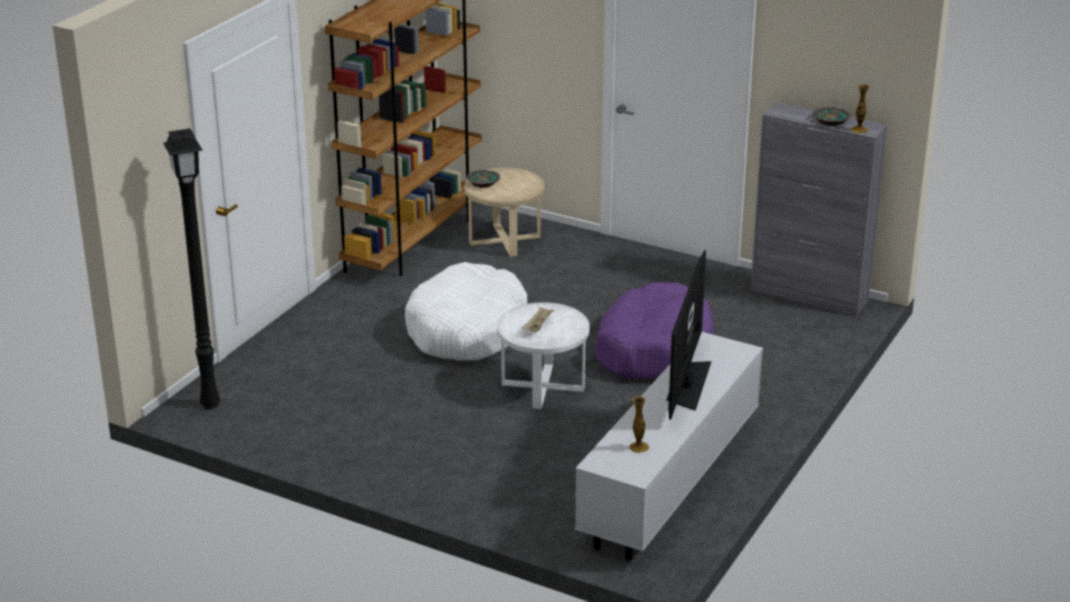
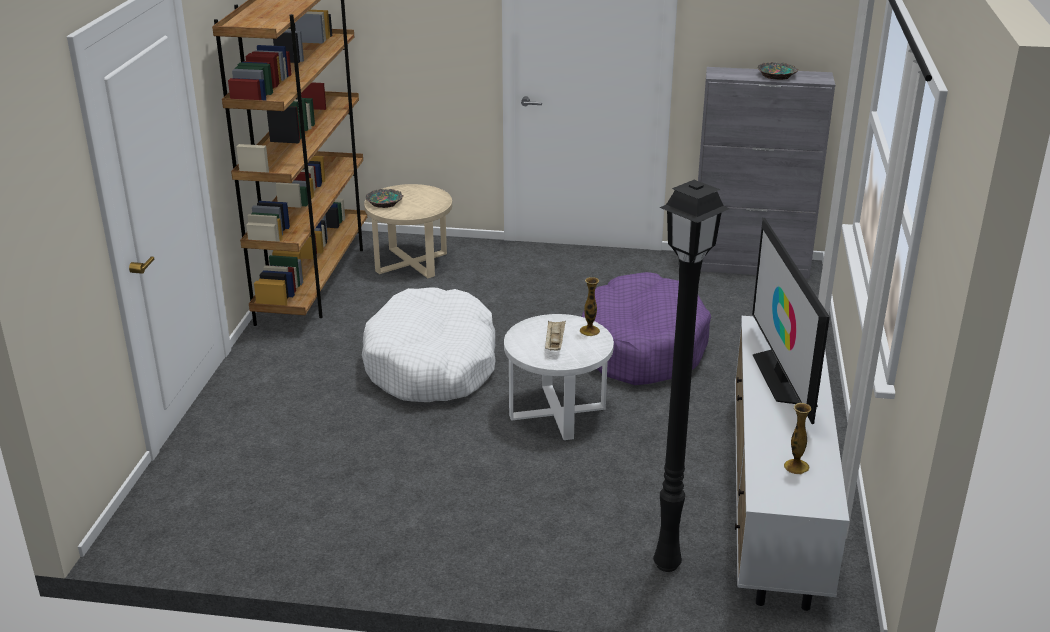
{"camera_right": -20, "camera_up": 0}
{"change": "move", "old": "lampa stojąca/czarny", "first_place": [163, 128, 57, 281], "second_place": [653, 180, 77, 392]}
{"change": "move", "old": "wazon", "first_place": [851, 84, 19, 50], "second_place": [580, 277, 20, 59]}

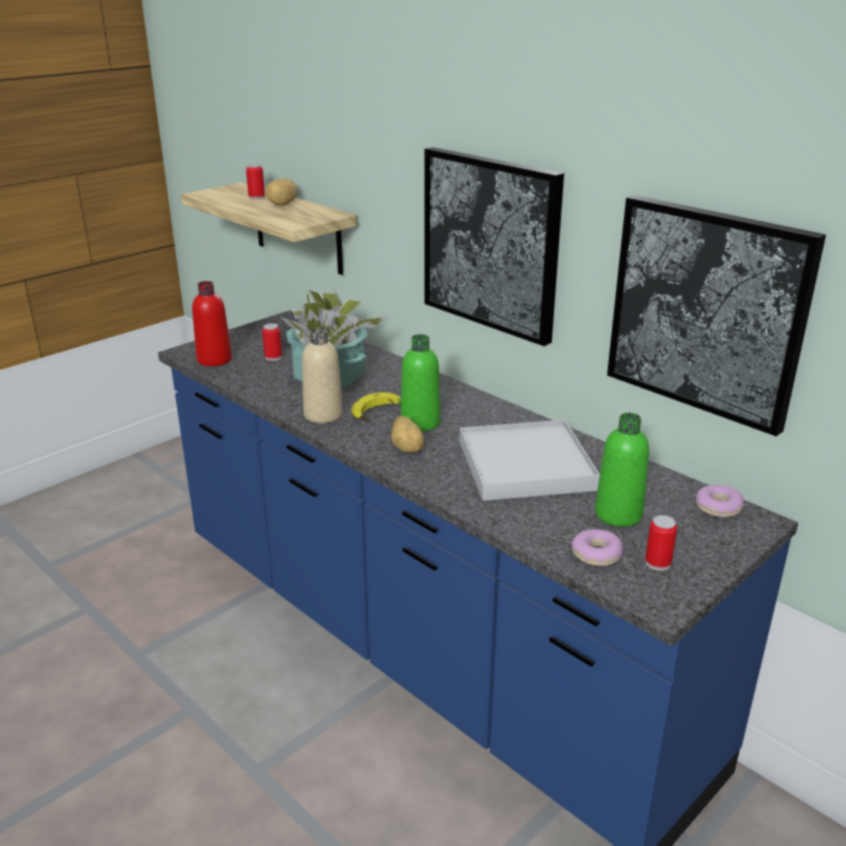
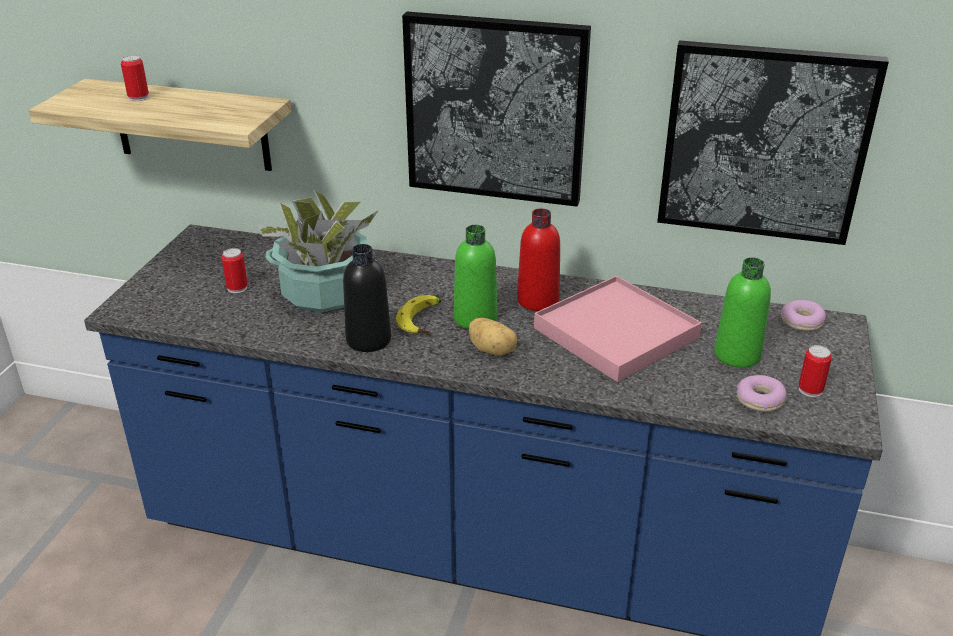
{"camera_right": -30, "camera_up": 5}
{"change": "move", "old": "butelka/czerwony", "first_place": [192, 281, 40, 85], "second_place": [517, 208, 43, 103]}
{"change": "delete", "old": "ziemniak", "first_place": [266, 179, 31, 27]}
{"change": "recolor", "old": "butelka/beżowy", "new": "butelka/czarny", "first_place": [302, 328, 41, 95], "second_place": [343, 244, 48, 108]}
{"change": "recolor", "old": "taca/biały", "new": "taca/różowy", "first_place": [460, 420, 140, 81], "second_place": [534, 276, 168, 106]}

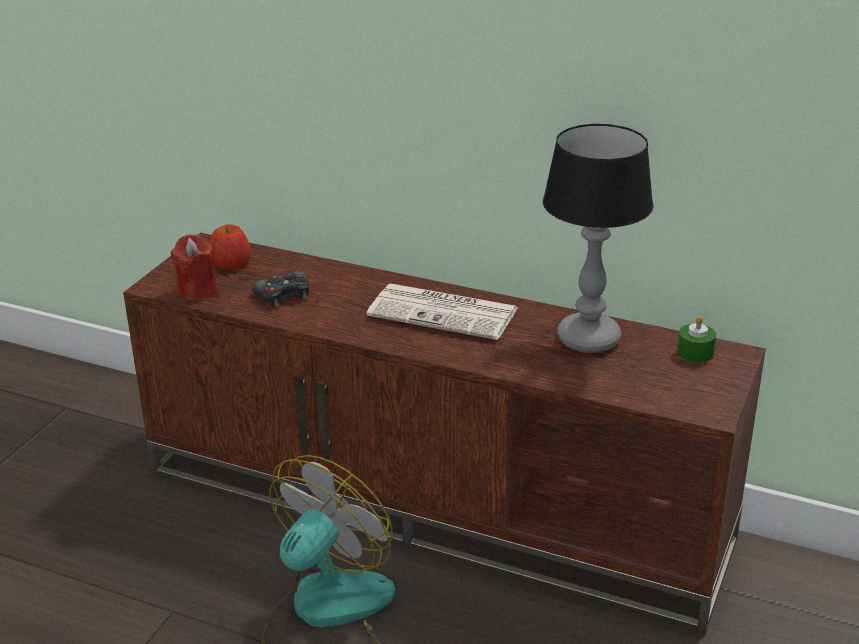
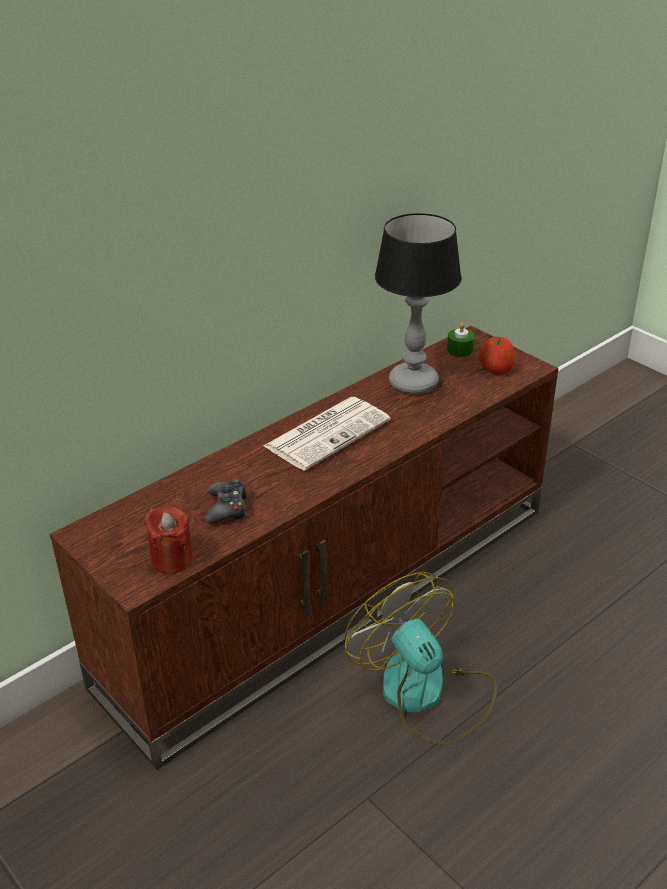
{"camera_right": -65, "camera_up": 5}
{"change": "move", "old": "jabłko", "first_place": [209, 224, 42, 45], "second_place": [479, 337, 36, 38]}

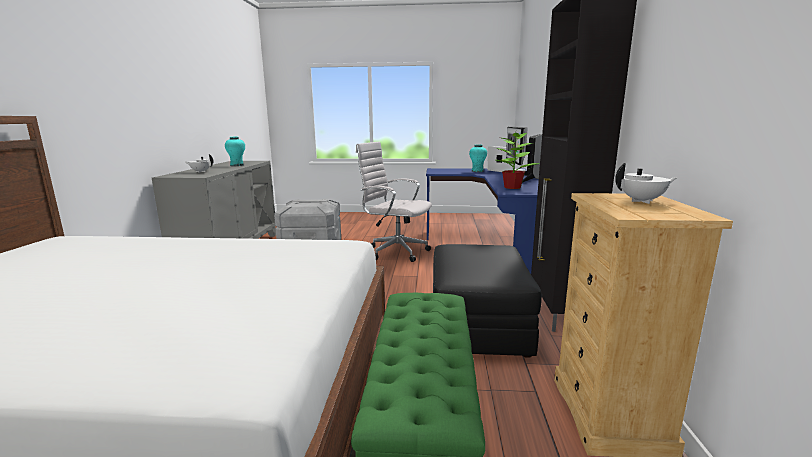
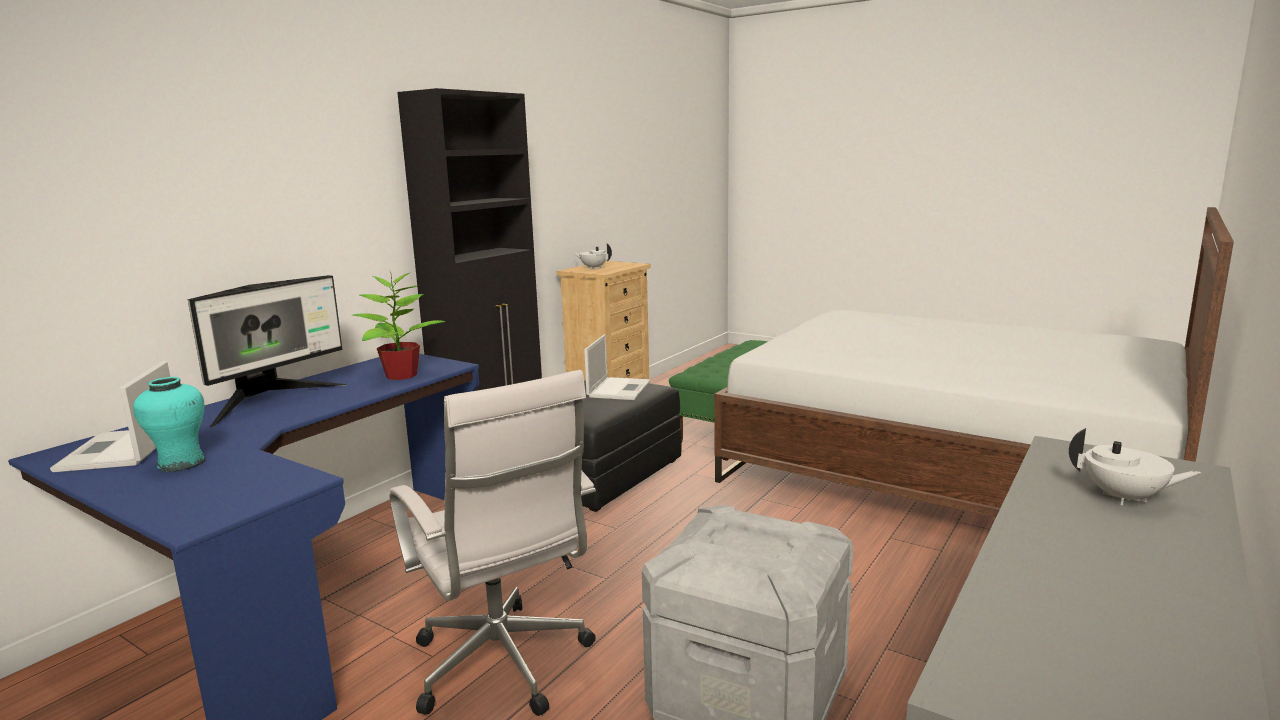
{"camera_right": -150, "camera_up": 0}
{"change": "delete", "old": "wazon/turkusowy", "first_place": [225, 137, 20, 29]}
{"change": "insert", "new": "laptop", "second_place": [584, 334, 66, 66]}

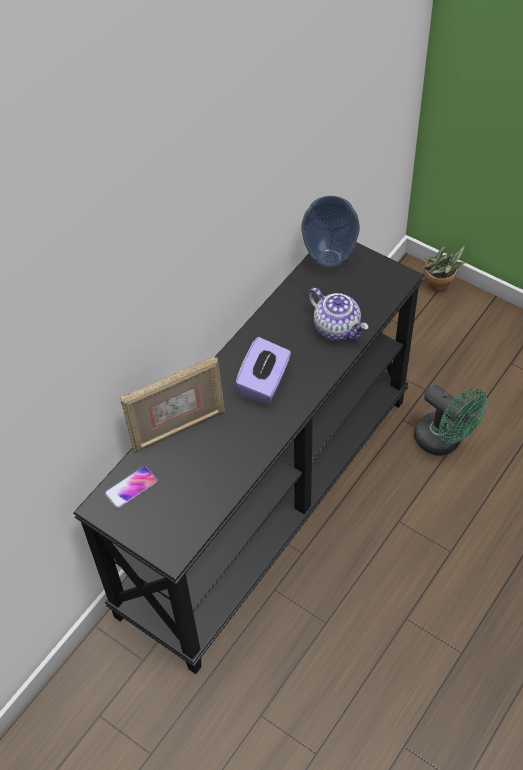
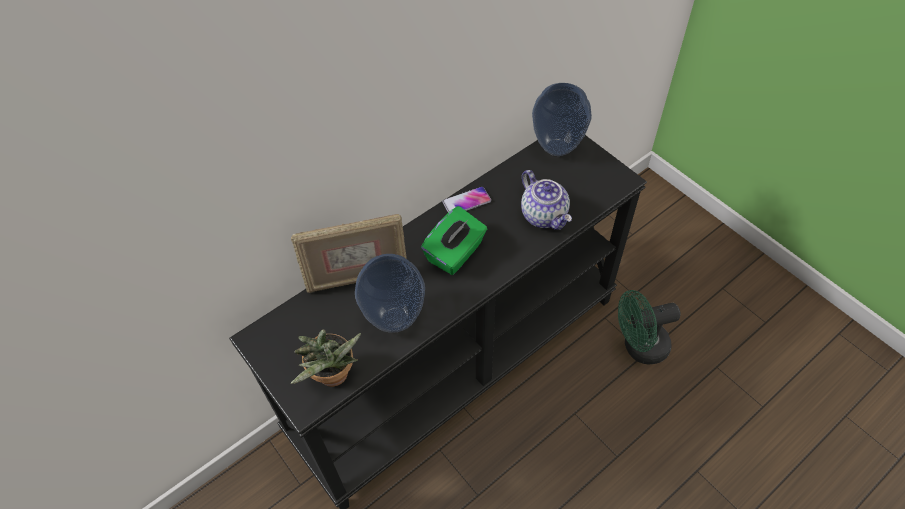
{"camera_right": 15, "camera_up": 0}
{"change": "move", "old": "telefon", "first_place": [104, 466, 54, 43], "second_place": [442, 186, 49, 27]}
{"change": "recolor", "old": "pudełko chusteczek/fioletowy", "new": "pudełko chusteczek/zielony", "first_place": [235, 337, 56, 67], "second_place": [421, 206, 66, 69]}
{"change": "rotate", "old": "wentylator/zielony", "first_place": [414, 385, 73, 71], "second_place": [618, 290, 63, 74], "degrees": 105}
{"change": "move", "old": "roślina doniczkowa", "first_place": [423, 245, 43, 46], "second_place": [291, 329, 70, 58]}
{"change": "insert", "new": "wazon", "second_place": [355, 254, 70, 79]}

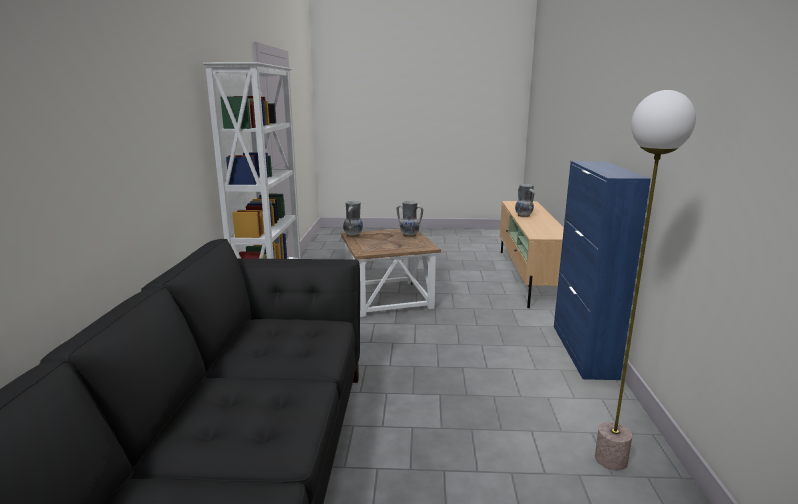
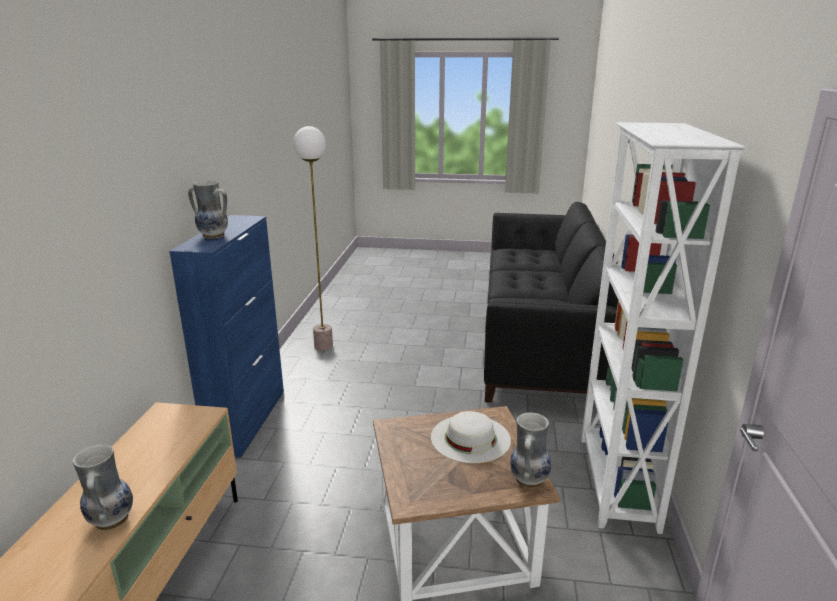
{"camera_right": -175, "camera_up": 5}
{"change": "move", "old": "wazon", "first_place": [397, 201, 26, 36], "second_place": [188, 181, 40, 58]}
{"change": "insert", "new": "kapelusz/biały", "second_place": [431, 411, 80, 52]}

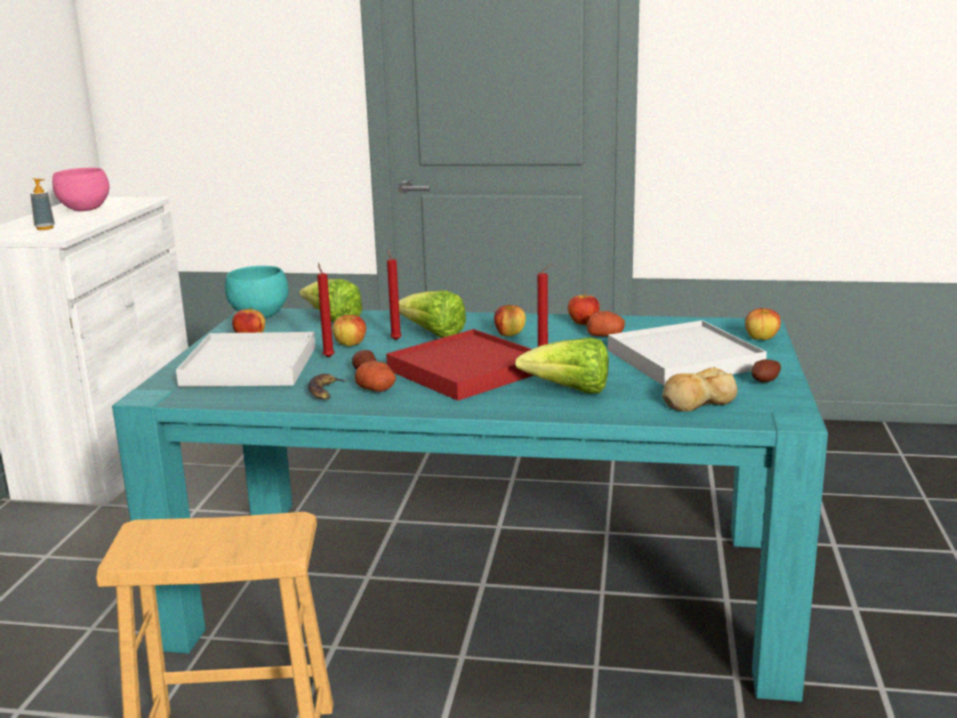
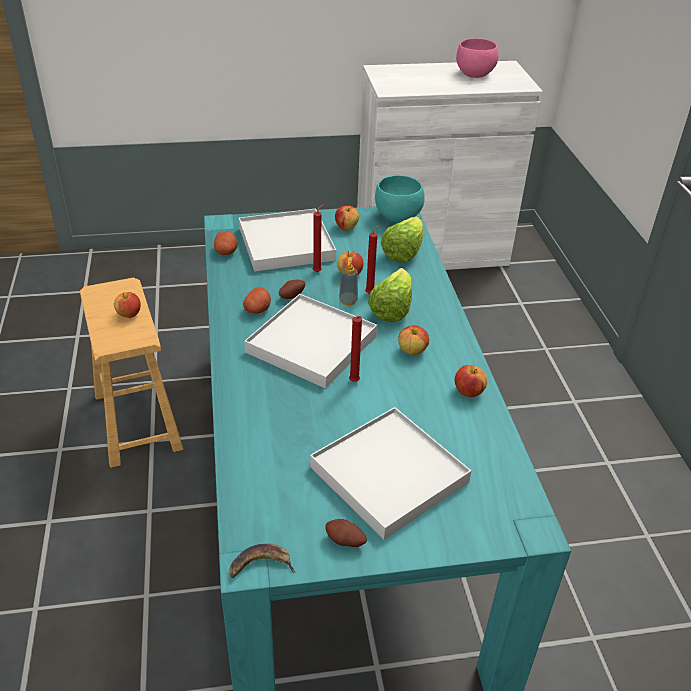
{"camera_right": 70, "camera_up": 20}
{"change": "move", "old": "dozownik mydła", "first_place": [30, 178, 25, 52], "second_place": [339, 257, 19, 48]}
{"change": "move", "old": "banan", "first_place": [308, 374, 40, 25], "second_place": [229, 544, 67, 34]}
{"change": "recolor", "old": "taca/czerwony", "new": "taca/biały", "first_place": [386, 329, 148, 72], "second_place": [244, 294, 133, 95]}
{"change": "delete", "old": "sałata", "first_place": [515, 337, 94, 57]}
{"change": "move", "old": "ziemniak", "first_place": [587, 311, 38, 26], "second_place": [214, 231, 24, 24]}
{"change": "delete", "old": "chleb", "first_place": [662, 367, 75, 45]}
{"change": "move", "old": "jabłko", "first_place": [745, 308, 36, 32], "second_place": [114, 292, 27, 26]}

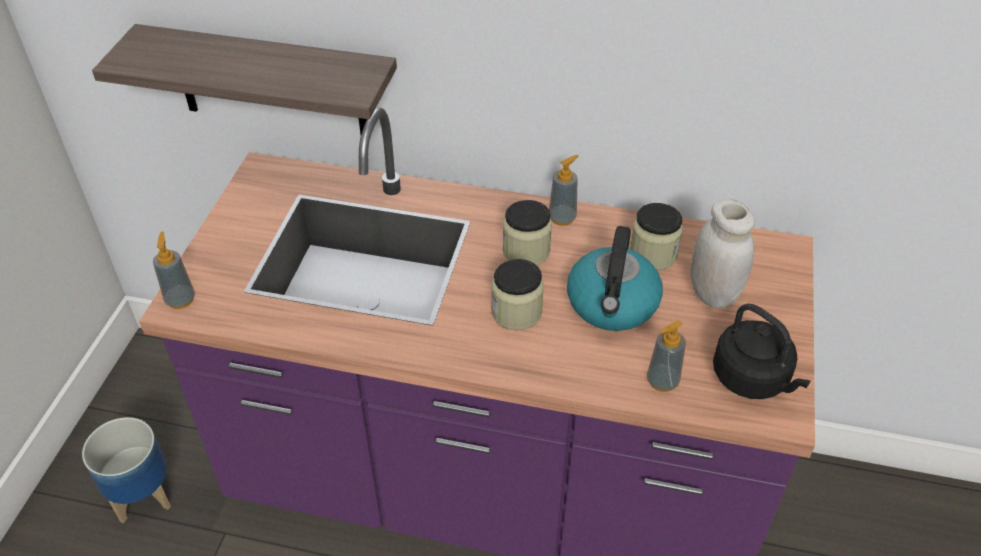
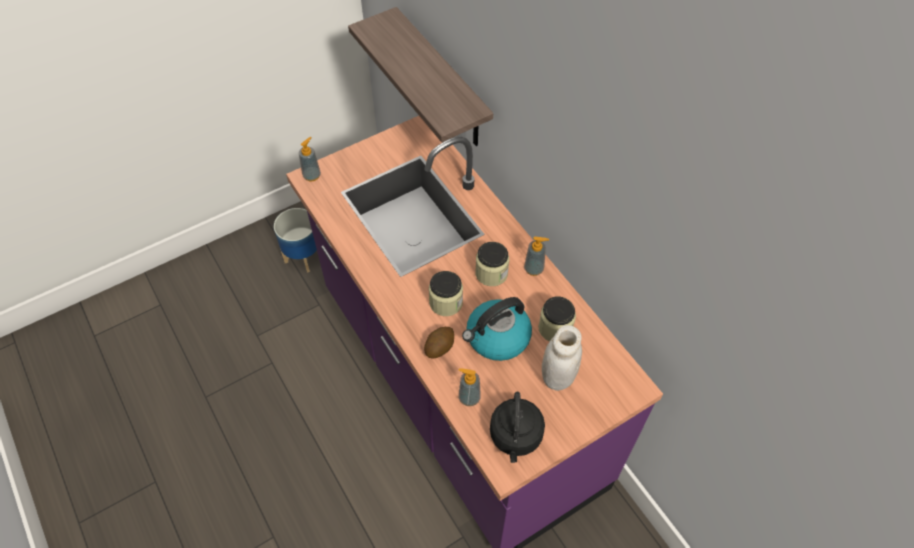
{"camera_right": 45, "camera_up": 10}
{"change": "insert", "new": "ziemniak", "second_place": [424, 327, 30, 32]}

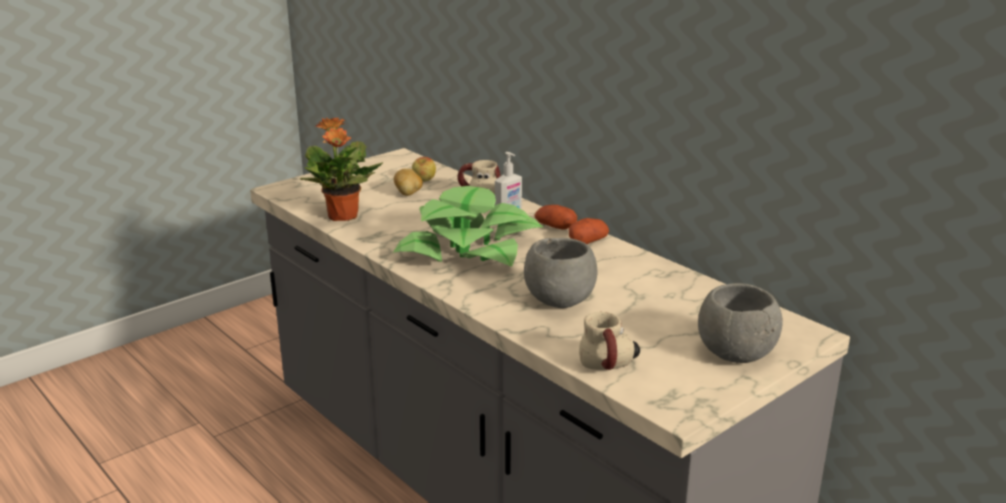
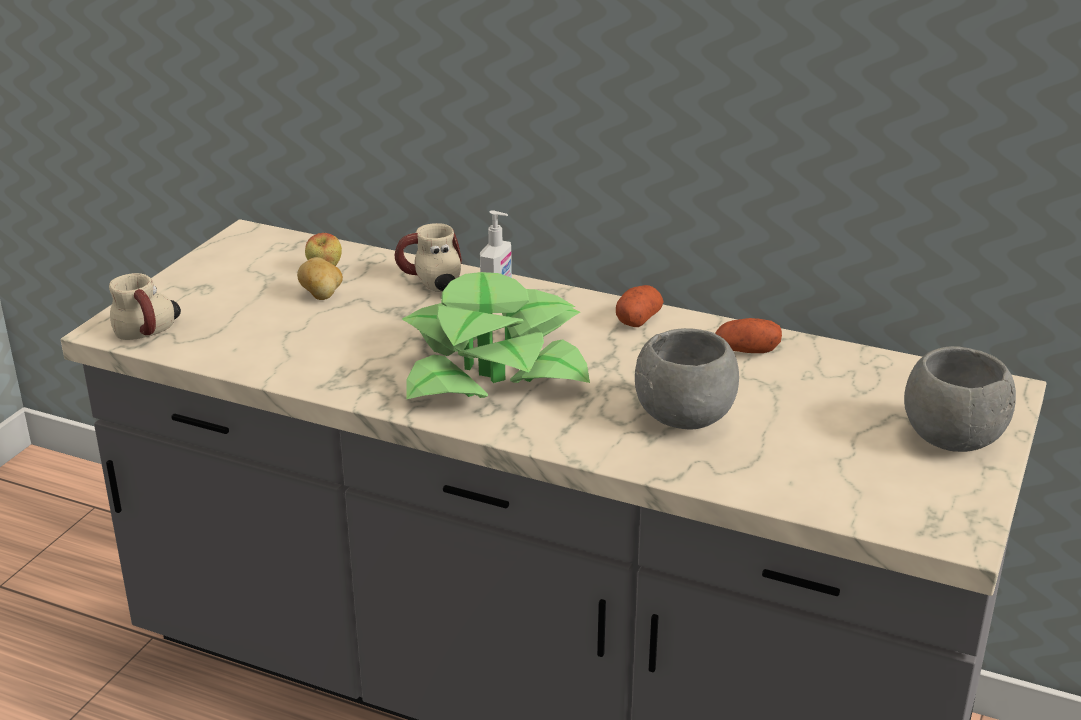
{"camera_right": -25, "camera_up": 5}
{"change": "delete", "old": "roślina doniczkowa", "first_place": [300, 118, 83, 103]}
{"change": "move", "old": "ziemniak", "first_place": [535, 205, 42, 25], "second_place": [715, 318, 67, 35]}
{"change": "move", "old": "kubek", "first_place": [579, 312, 61, 58], "second_place": [109, 273, 72, 67]}

